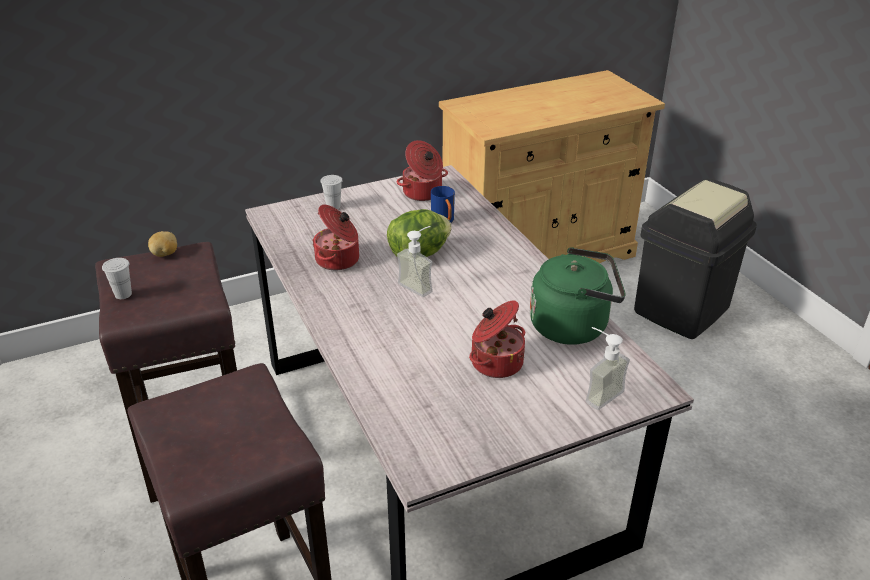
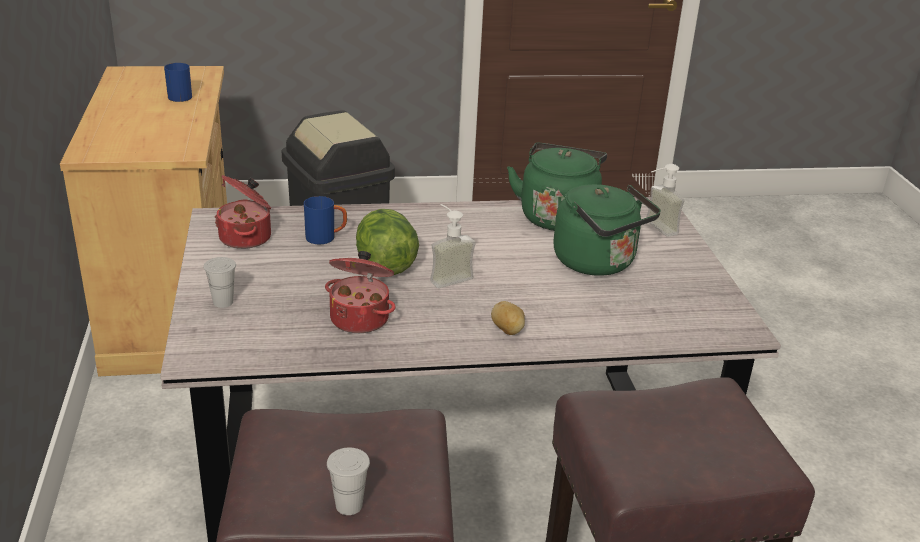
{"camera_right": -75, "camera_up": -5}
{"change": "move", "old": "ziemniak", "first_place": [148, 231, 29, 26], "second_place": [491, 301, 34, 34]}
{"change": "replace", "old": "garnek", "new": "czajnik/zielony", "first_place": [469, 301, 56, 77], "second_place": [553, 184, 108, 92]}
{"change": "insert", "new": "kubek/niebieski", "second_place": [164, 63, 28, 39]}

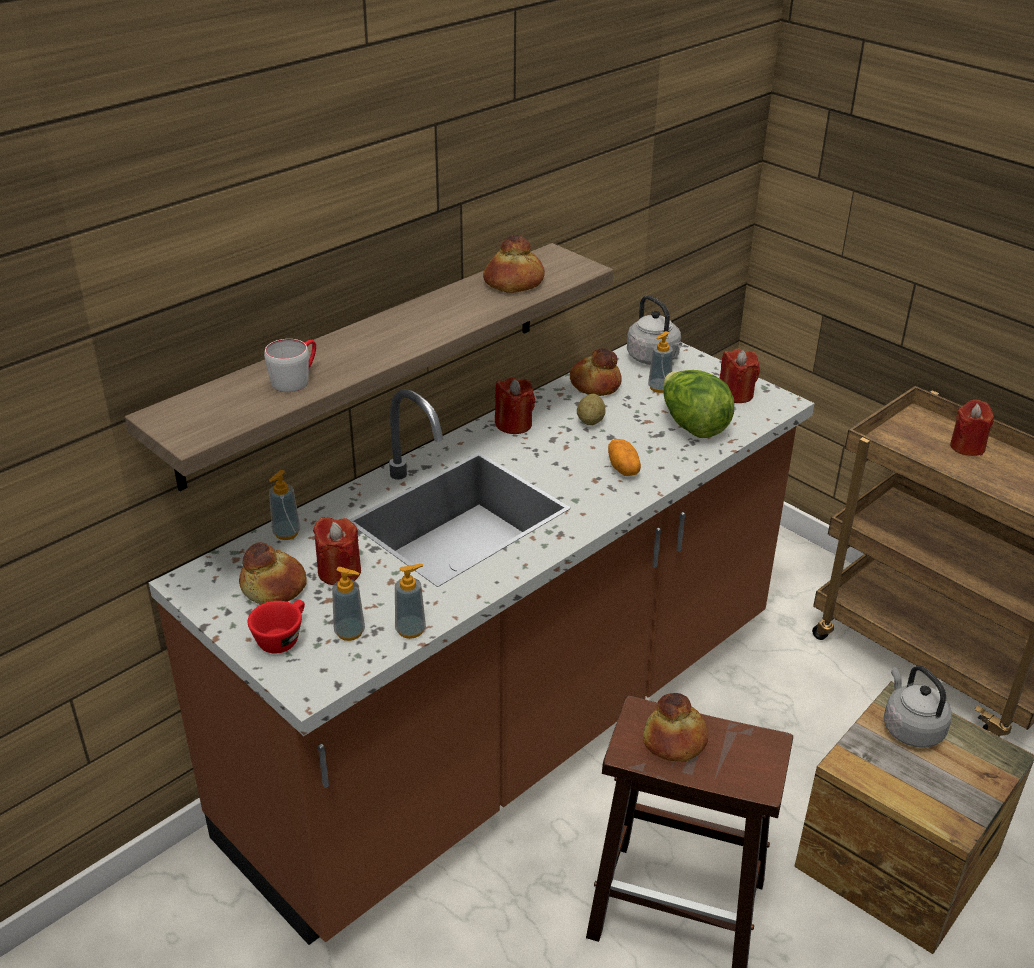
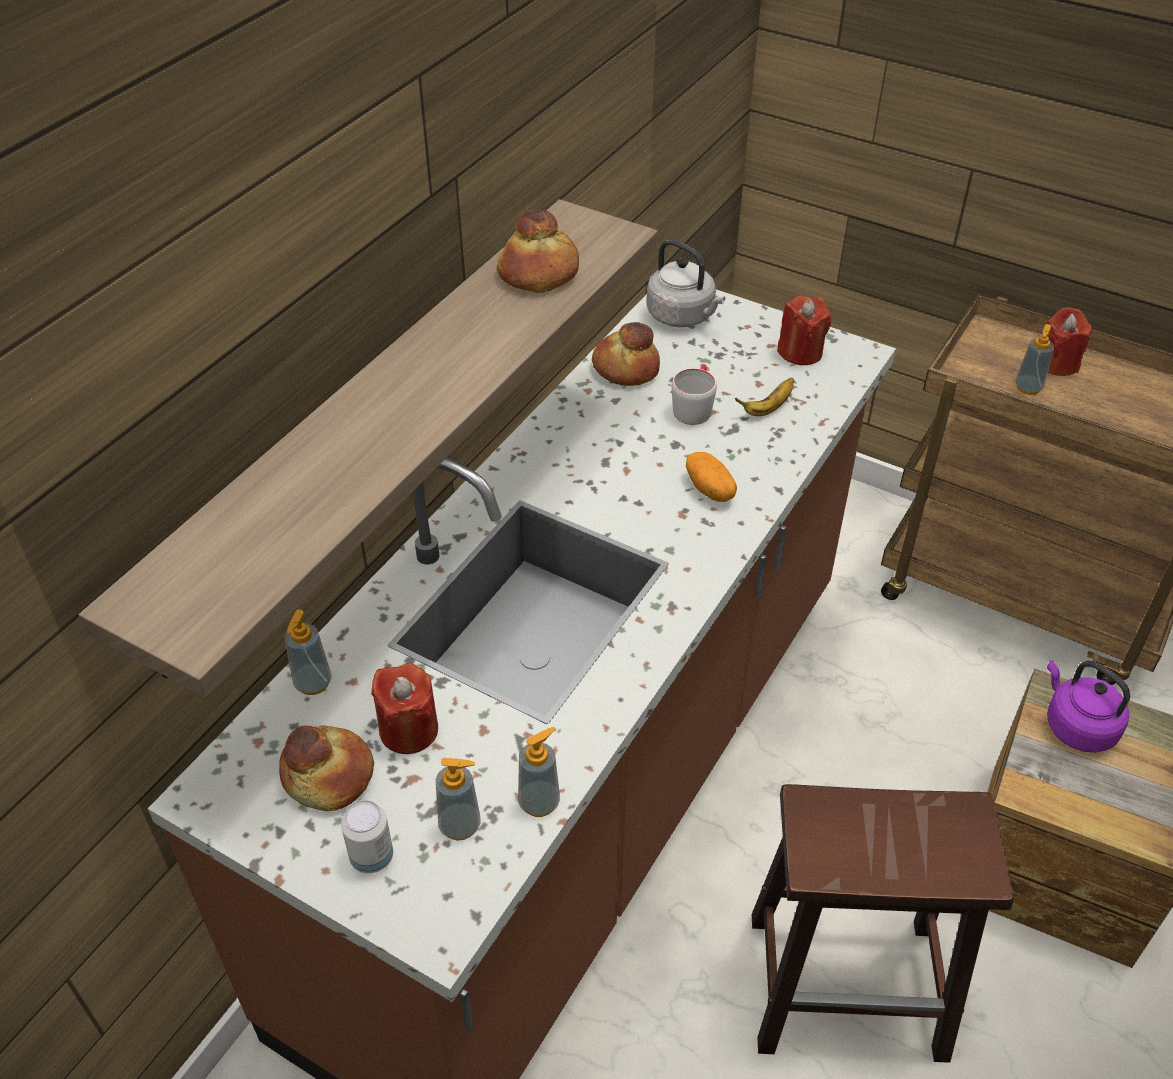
{"camera_right": -15, "camera_up": 10}
{"change": "replace", "old": "filiżanka/czerwony", "new": "puszka", "first_place": [248, 600, 57, 53], "second_place": [341, 800, 52, 73]}
{"change": "move", "old": "kubek/szary", "first_place": [264, 339, 52, 53], "second_place": [672, 364, 45, 61]}
{"change": "delete", "old": "świeca/czerwony", "first_place": [495, 377, 40, 57]}
{"change": "delete", "old": "ziemniak", "first_place": [577, 394, 29, 31]}
{"change": "delete", "old": "chleb", "first_place": [643, 693, 65, 69]}
{"change": "move", "old": "dozownik mydła", "first_place": [648, 331, 25, 62], "second_place": [1015, 324, 39, 71]}
{"change": "replace", "old": "sałata", "new": "banan", "first_place": [663, 370, 71, 68], "second_place": [735, 378, 59, 38]}
{"change": "recolor", "old": "czajnik/szary", "new": "czajnik/fioletowy", "first_place": [884, 665, 68, 83], "second_place": [1047, 660, 83, 93]}

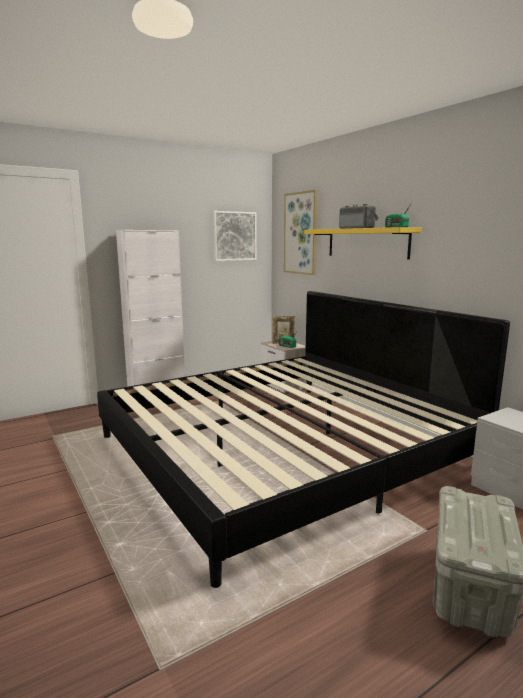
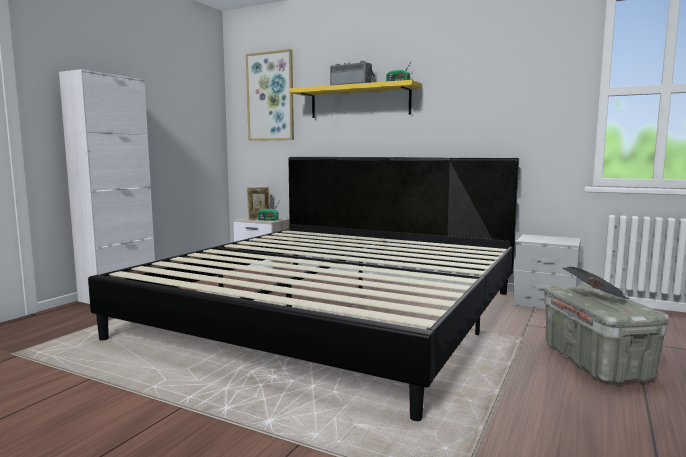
{"camera_right": -30, "camera_up": -5}
{"change": "delete", "old": "obraz", "first_place": [213, 211, 44, 50]}
{"change": "insert", "new": "gazeta", "second_place": [562, 267, 67, 32]}

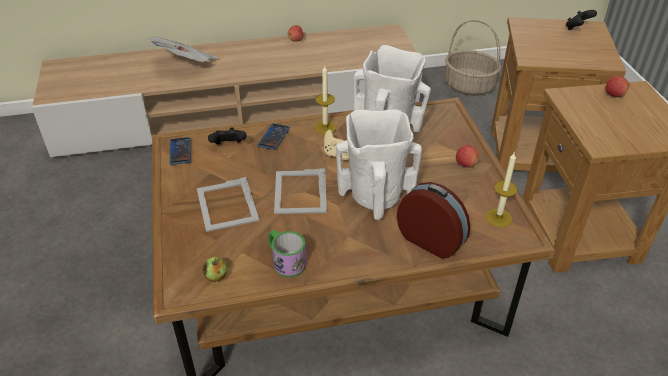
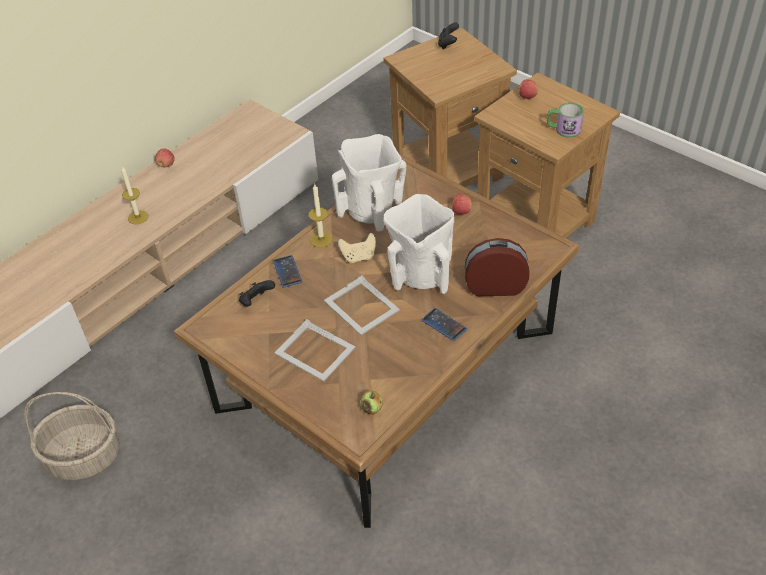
{"camera_right": -35, "camera_up": 5}
{"change": "delete", "old": "gazeta", "first_place": [148, 37, 71, 25]}
{"change": "move", "old": "telefon", "first_place": [170, 137, 21, 28], "second_place": [421, 308, 46, 33]}
{"change": "move", "old": "kubek", "first_place": [268, 230, 38, 47], "second_place": [547, 103, 37, 35]}
{"change": "move", "old": "koszyk", "first_place": [445, 20, 56, 76], "second_place": [24, 392, 96, 88]}
{"change": "move", "old": "świeca", "first_place": [486, 153, 32, 74], "second_place": [121, 167, 27, 57]}

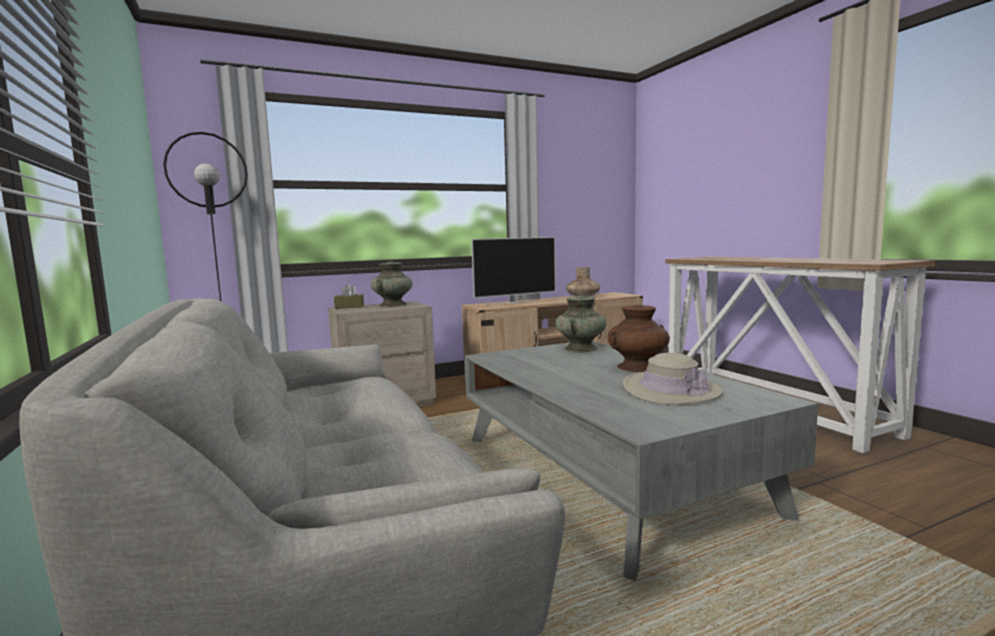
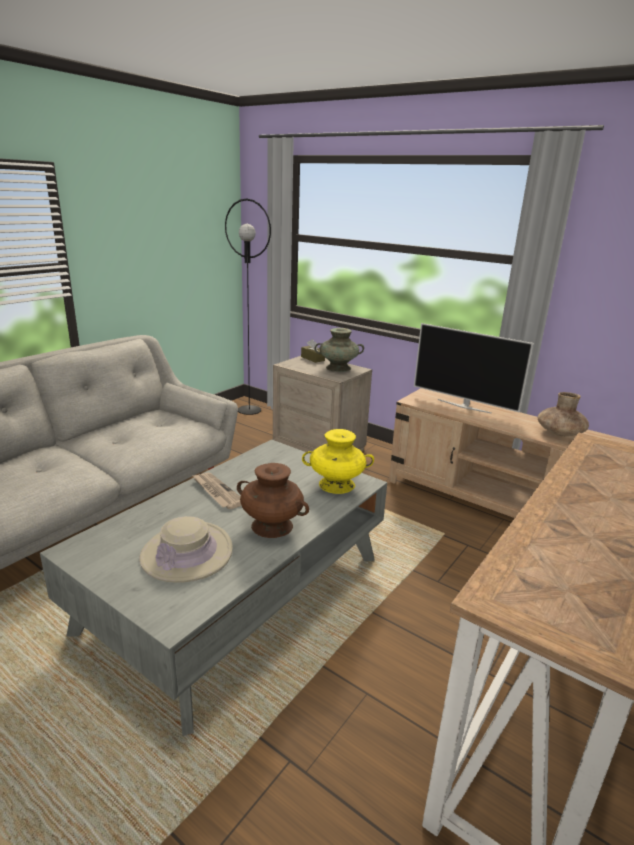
{"camera_right": 60, "camera_up": 15}
{"change": "recolor", "old": "wazon/turkusowy", "new": "wazon/żółty", "first_place": [555, 296, 52, 56], "second_place": [302, 429, 72, 65]}
{"change": "insert", "new": "gazeta", "second_place": [192, 473, 50, 36]}

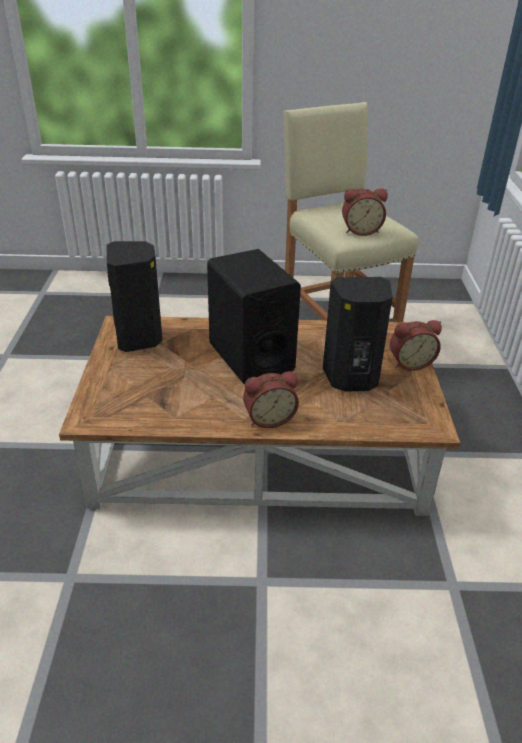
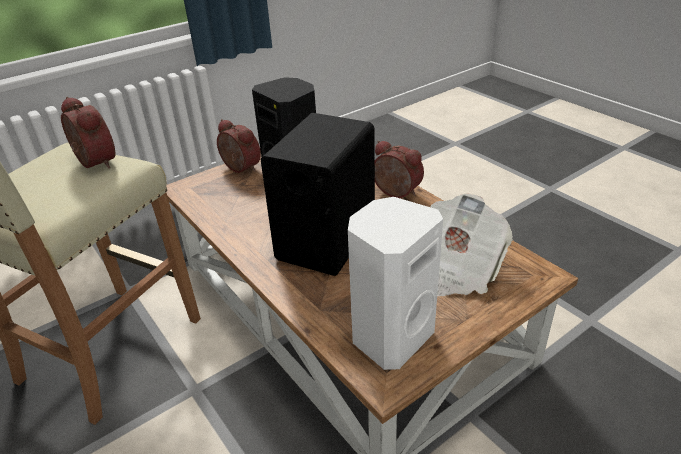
{"camera_right": -125, "camera_up": 0}
{"change": "recolor", "old": "głośnik/czarny", "new": "głośnik/biały", "first_place": [107, 241, 55, 111], "second_place": [348, 197, 95, 173]}
{"change": "insert", "new": "gazeta", "second_place": [431, 194, 82, 102]}

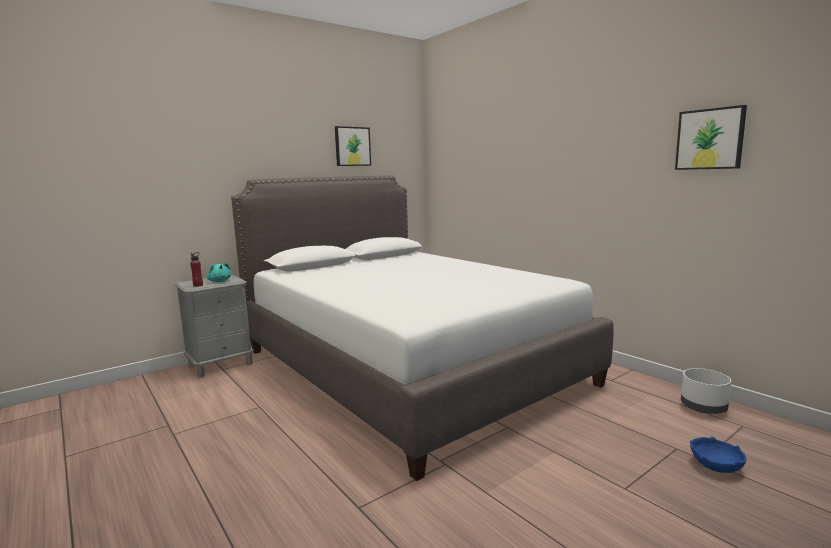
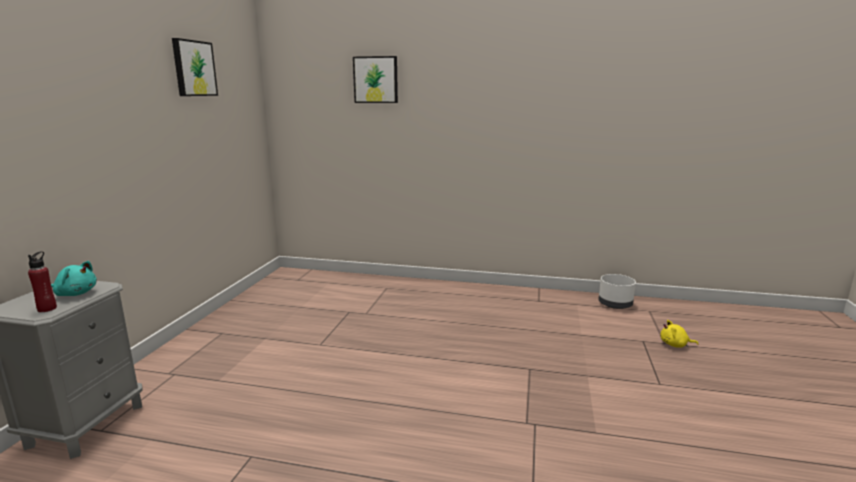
{"camera_right": -40, "camera_up": 5}
{"change": "delete", "old": "łóżko/biały", "first_place": [231, 176, 383, 305]}
{"change": "move", "old": "obraz", "first_place": [675, 105, 72, 65], "second_place": [353, 56, 45, 47]}
{"change": "replace", "old": "miska/niebieski", "new": "pluszak/żółty", "first_place": [690, 437, 57, 36], "second_place": [660, 320, 38, 28]}

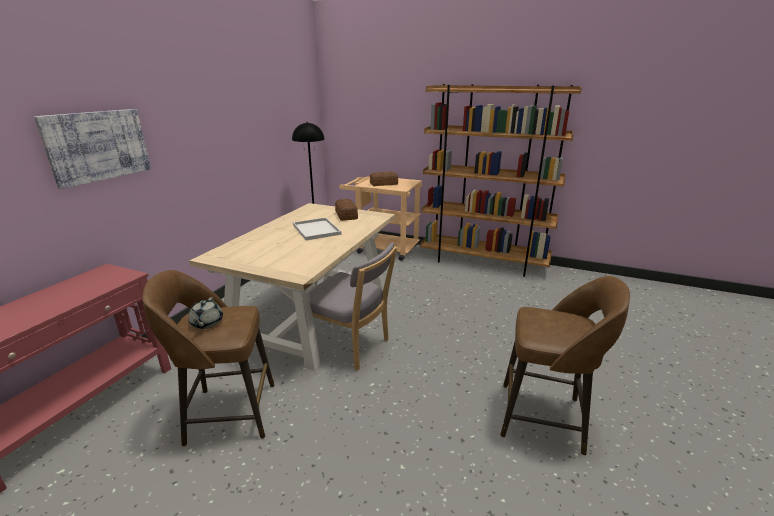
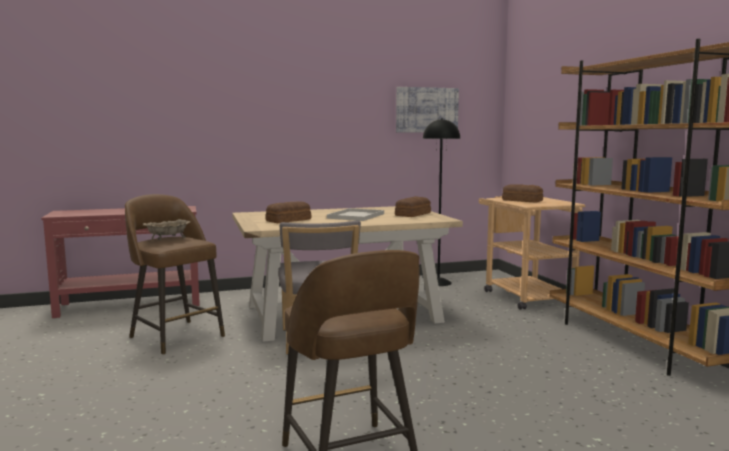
{"camera_right": 50, "camera_up": -15}
{"change": "move", "old": "obraz", "first_place": [34, 109, 117, 80], "second_place": [396, 87, 63, 46]}
{"change": "replace", "old": "imbryk/szary", "new": "miska/beżowy", "first_place": [188, 297, 35, 32], "second_place": [143, 219, 48, 21]}
{"change": "insert", "new": "chleb", "second_place": [265, 201, 46, 22]}

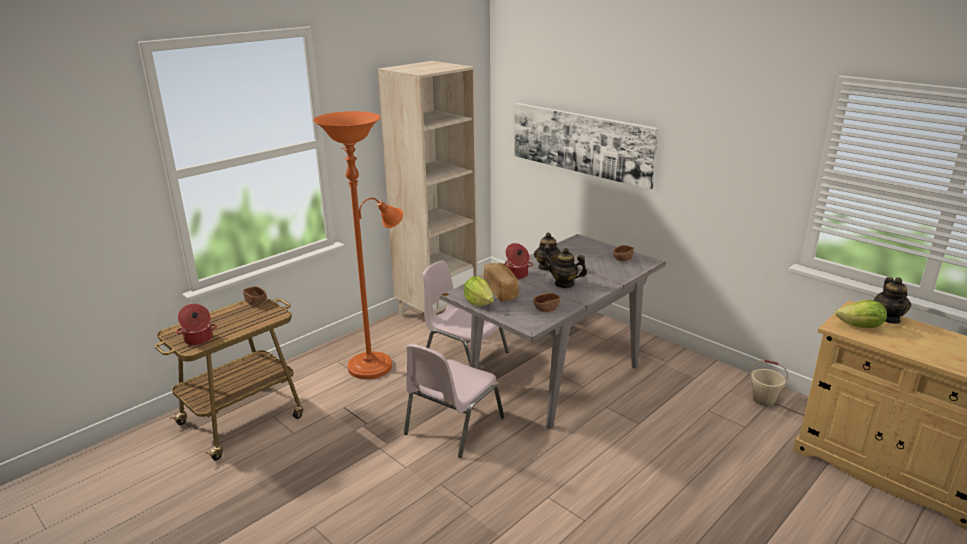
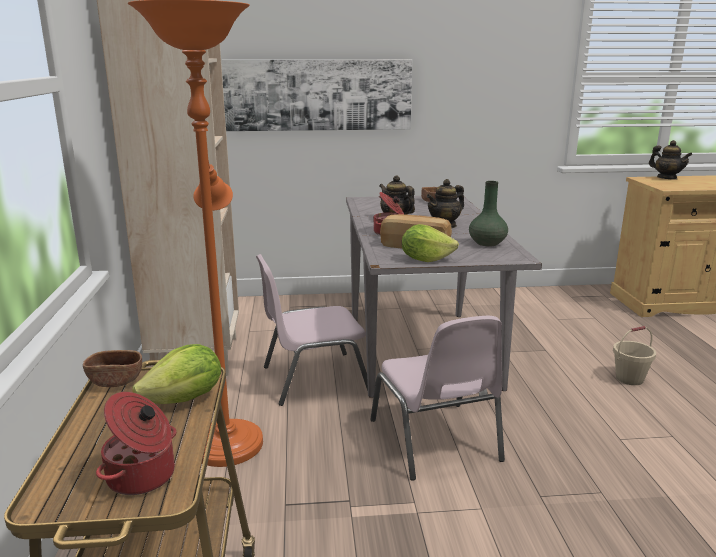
{"camera_right": -50, "camera_up": -5}
{"change": "replace", "old": "miska/brązowy", "new": "wazon/zielony", "first_place": [533, 293, 27, 19], "second_place": [469, 181, 39, 65]}
{"change": "move", "old": "wiadro/beżowy", "first_place": [749, 360, 39, 46], "second_place": [613, 326, 43, 59]}
{"change": "move", "old": "sałata", "first_place": [835, 300, 52, 28], "second_place": [132, 344, 89, 60]}

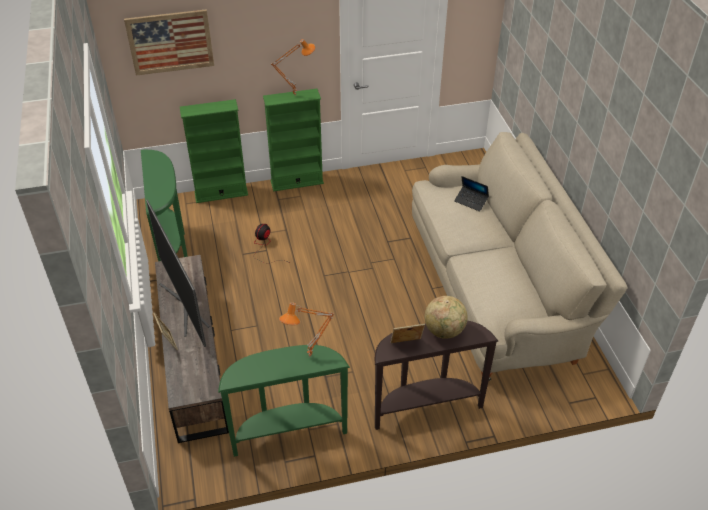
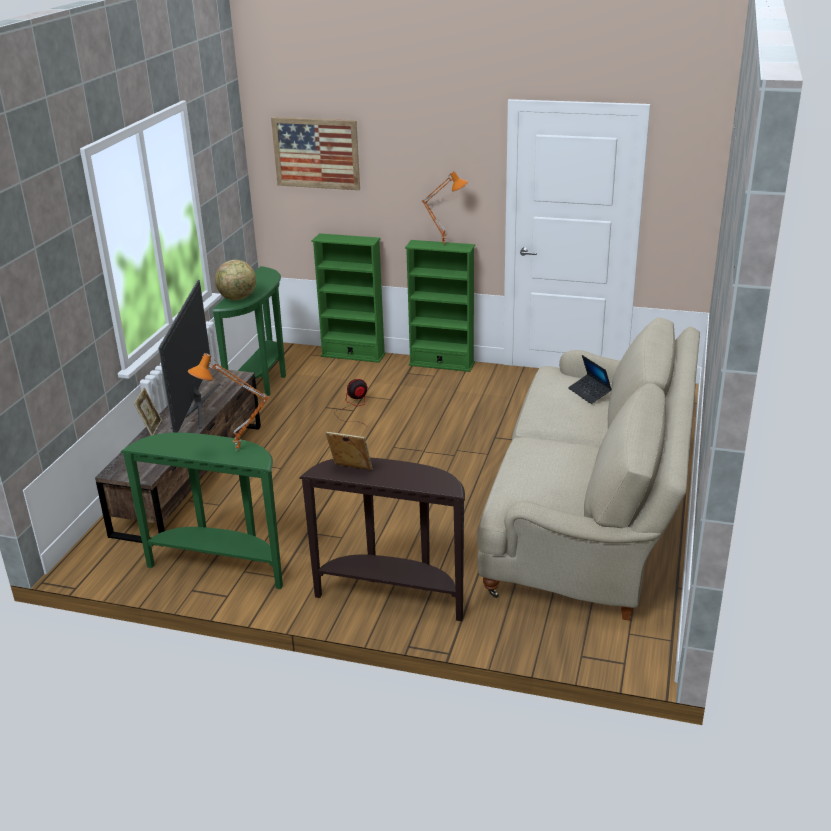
{"camera_right": 30, "camera_up": -15}
{"change": "move", "old": "globus", "first_place": [425, 296, 43, 43], "second_place": [215, 260, 41, 41]}

